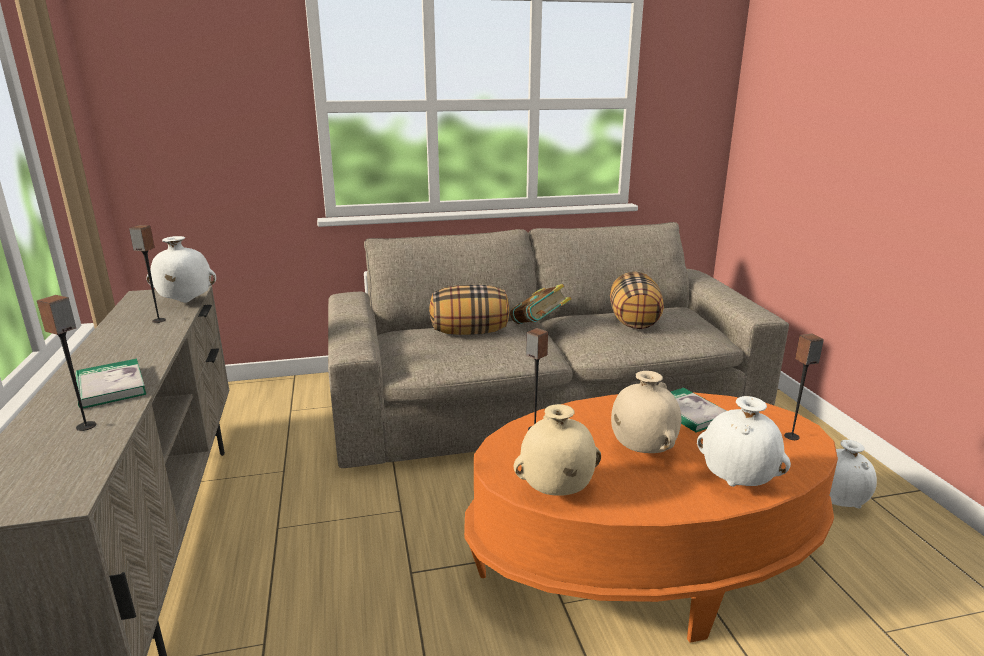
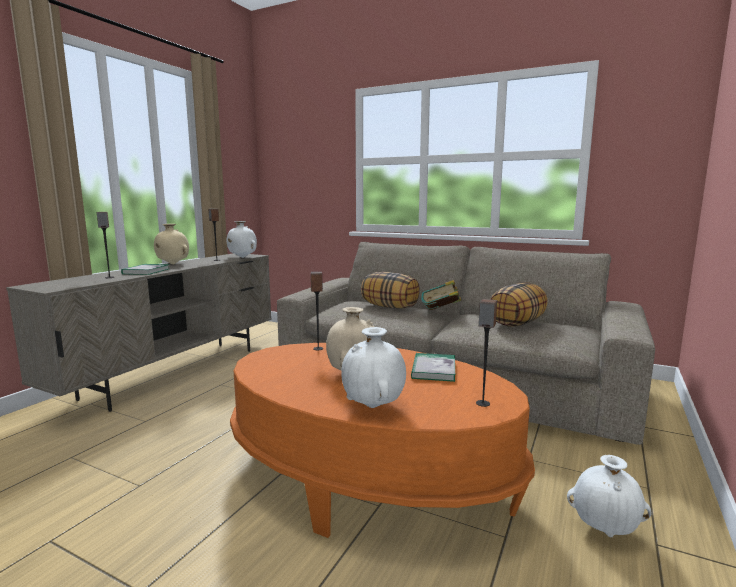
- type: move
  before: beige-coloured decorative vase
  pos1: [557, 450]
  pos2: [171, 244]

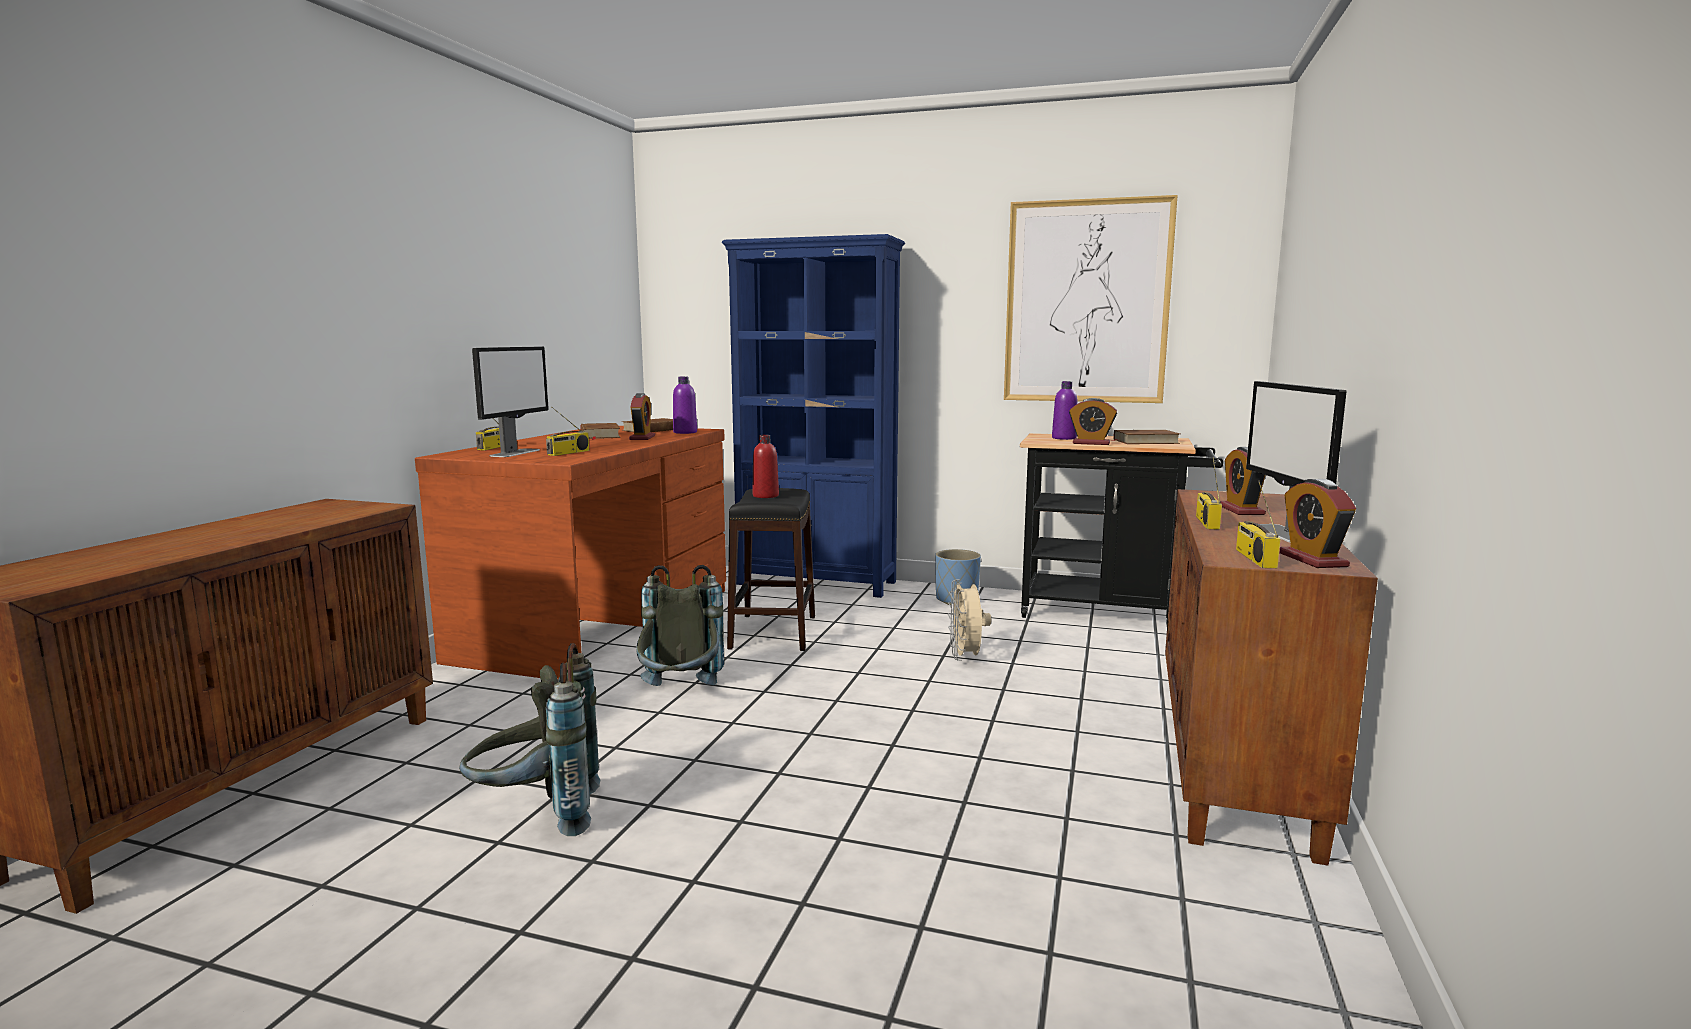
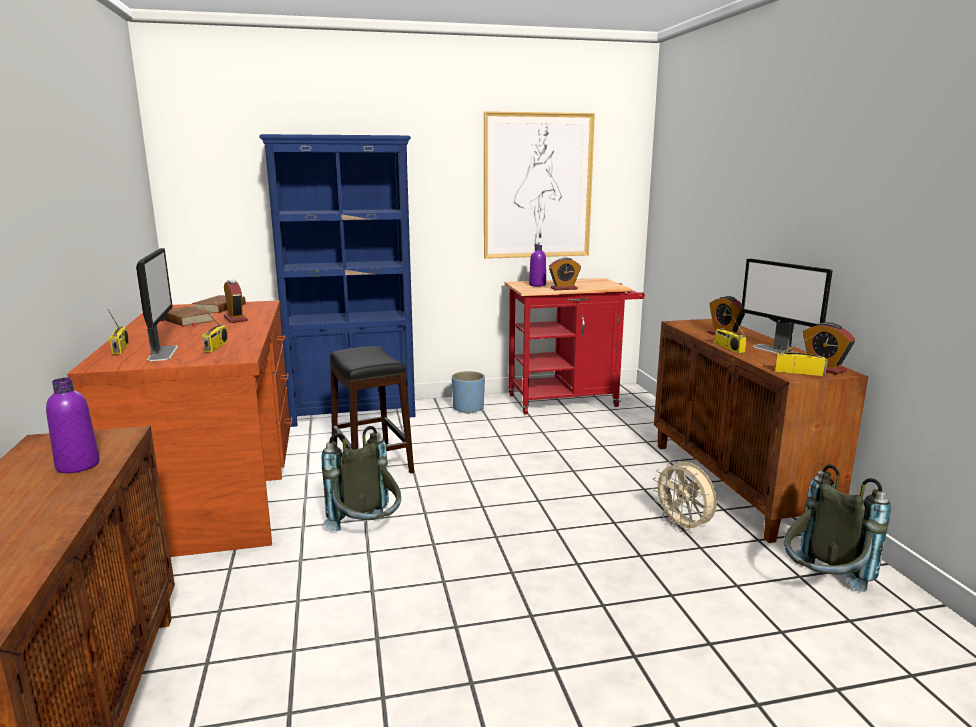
- type: move
  before: purple beverage bottle
  pos1: [685, 405]
  pos2: [73, 425]
- type: delete
  before: brownish bound book
  pos1: [1146, 437]
- type: recolor
  before: black trolley
  after: reddish trolley
  pos1: [1121, 528]
  pos2: [575, 346]
- type: delete
  before: reddish beverage bottle
  pos1: [766, 466]
- type: rotate
  before: radio receiver
  pos1: [1258, 524]
  pos2: [801, 354]
  turn: 135
- type: move
  before: beige-coloured cooling fan
  pos1: [969, 620]
  pos2: [684, 497]
- type: move
  before: greyish backpack
  pos1: [529, 739]
  pos2: [837, 528]

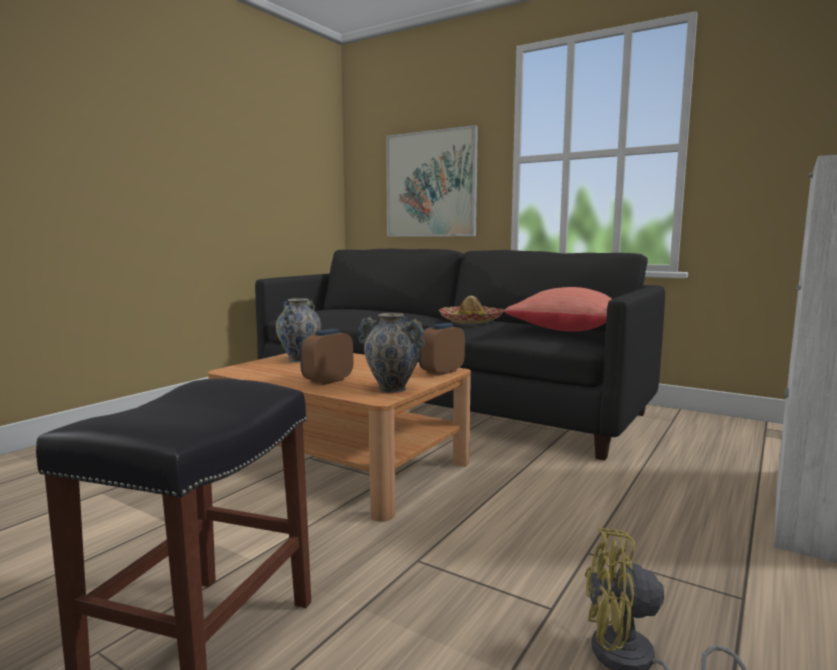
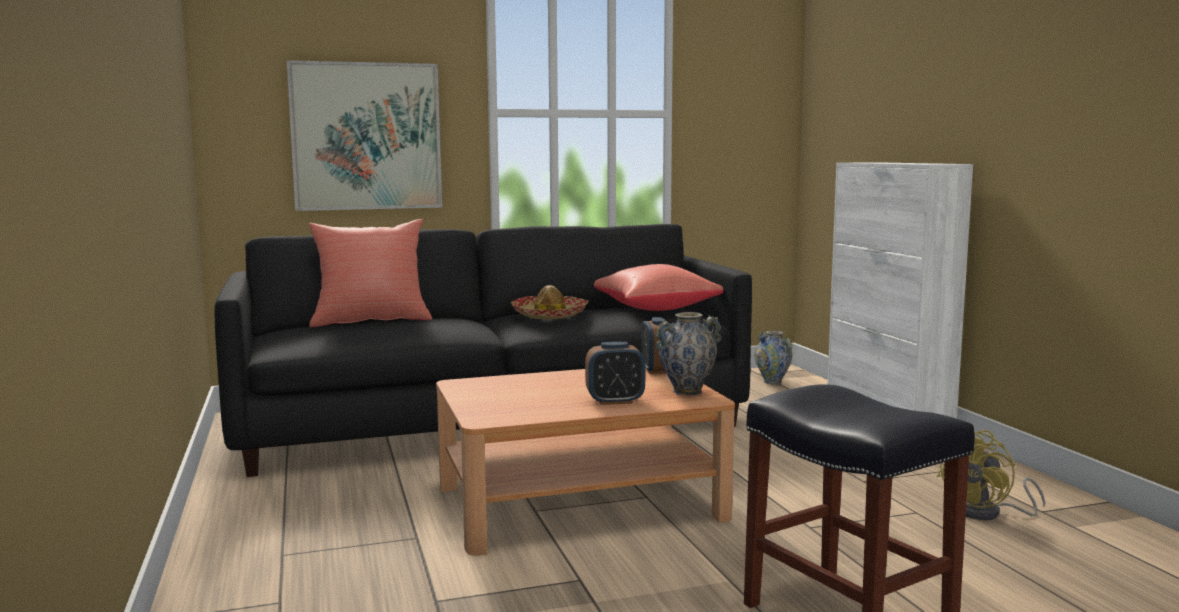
- type: move
  before: decorative vase
  pos1: [298, 330]
  pos2: [773, 357]
- type: rotate
  before: bedside clock
  pos1: [326, 357]
  pos2: [615, 373]
  turn: -90
- type: insert
  after: reddish pillow
  pos2: [370, 273]

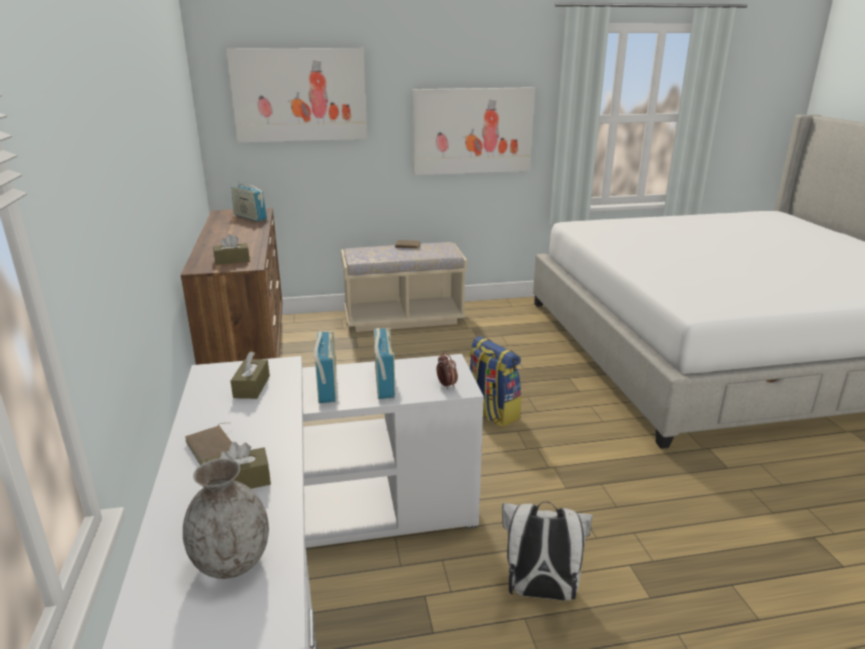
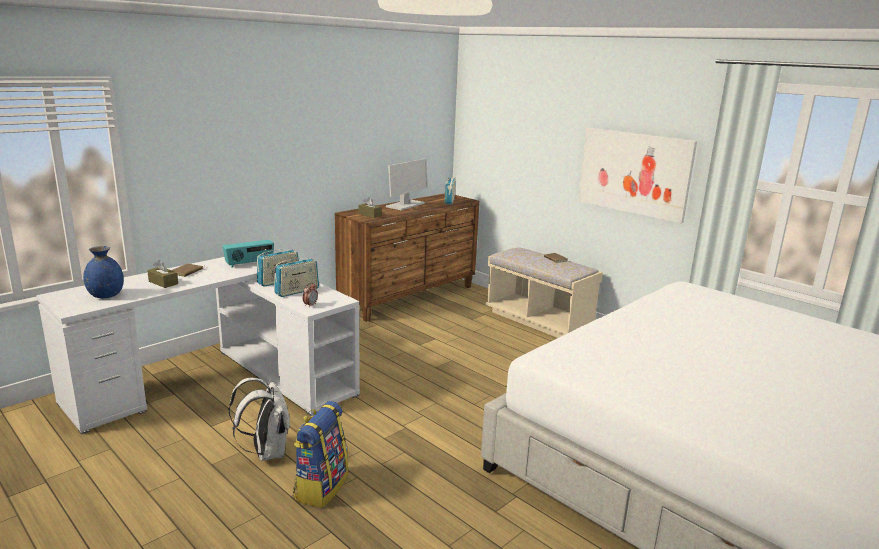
- type: delete
  before: wall picture
  pos1: [296, 95]
- type: move
  before: backpack
  pos1: [495, 381]
  pos2: [320, 454]
- type: replace
  before: brownish tissue holder
  after: radio receiver
  pos1: [250, 375]
  pos2: [248, 254]
- type: recolor
  before: greyish decorative vase
  after: blue-coloured decorative vase
  pos1: [226, 518]
  pos2: [103, 272]
- type: insert
  after: monitor
  pos2: [407, 184]

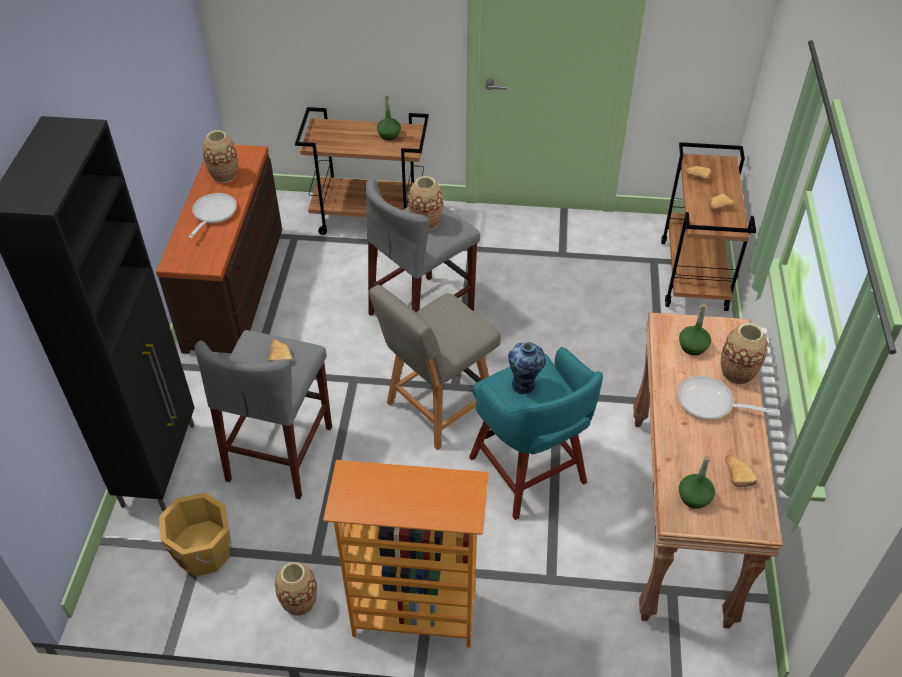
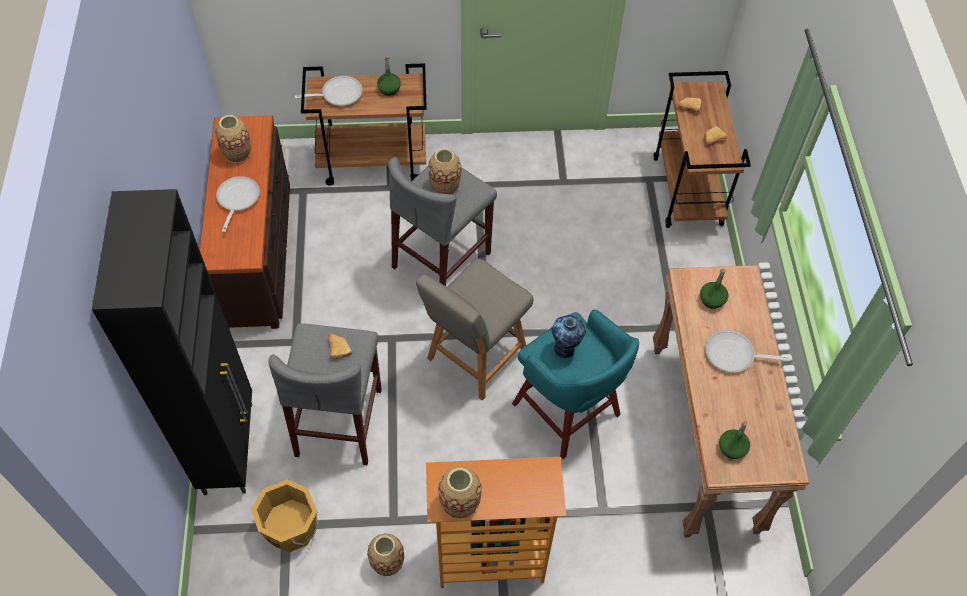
- type: move
  before: decorative vase
  pos1: [744, 354]
  pos2: [460, 493]
- type: delete
  before: baked bread
  pos1: [741, 471]
- type: insert
  after: frying pan
  pos2: [328, 91]

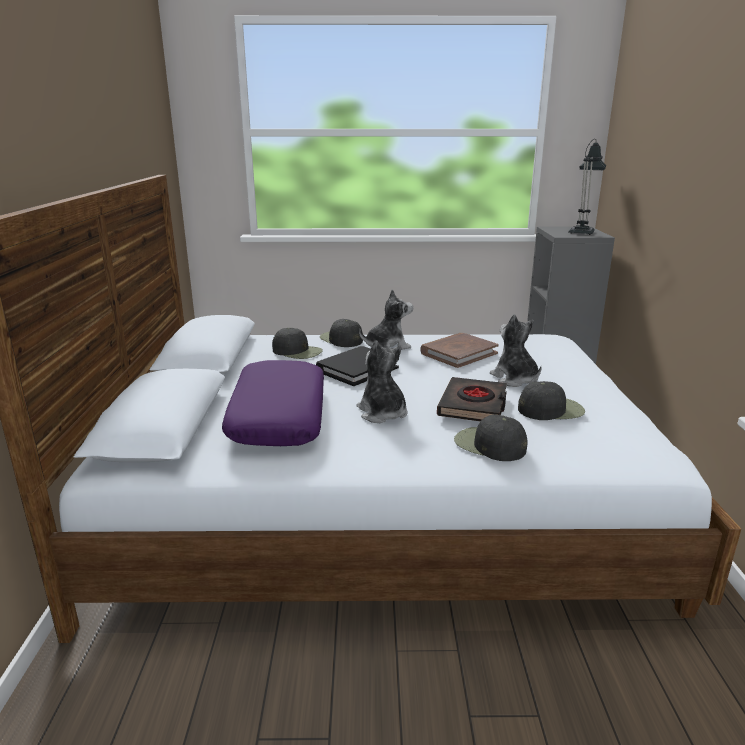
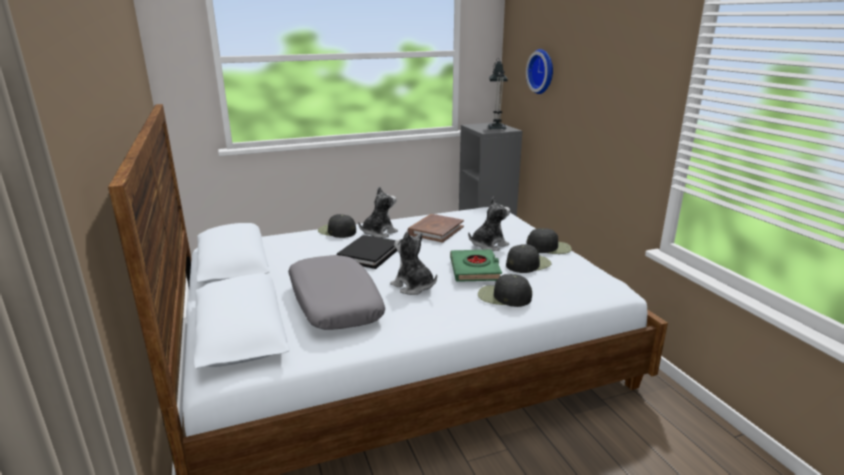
- type: rotate
  before: cuddly toy
  pos1: [516, 350]
  pos2: [489, 224]
  turn: 105
- type: move
  before: black baseball cap
  pos1: [297, 343]
  pos2: [549, 241]
- type: recolor
  before: purple pillow
  after: greyish pillow
  pos1: [273, 403]
  pos2: [336, 292]
- type: recolor
  before: black bound book
  after: green-coloured bound book
  pos1: [472, 399]
  pos2: [476, 265]
- type: insert
  after: wall clock
  pos2: [539, 71]

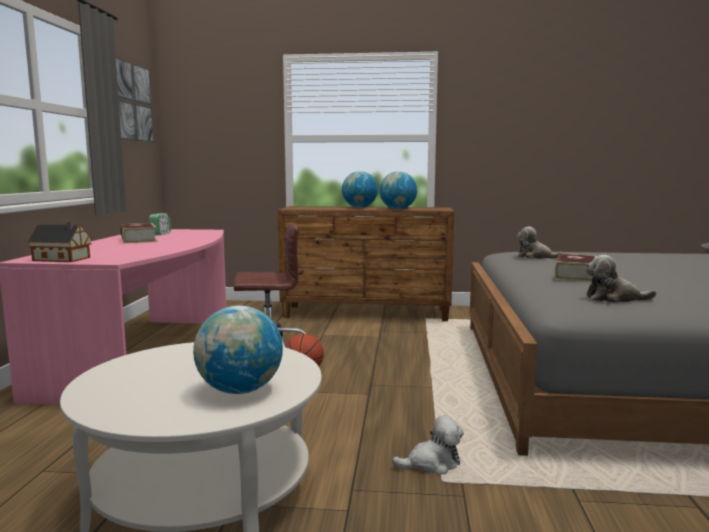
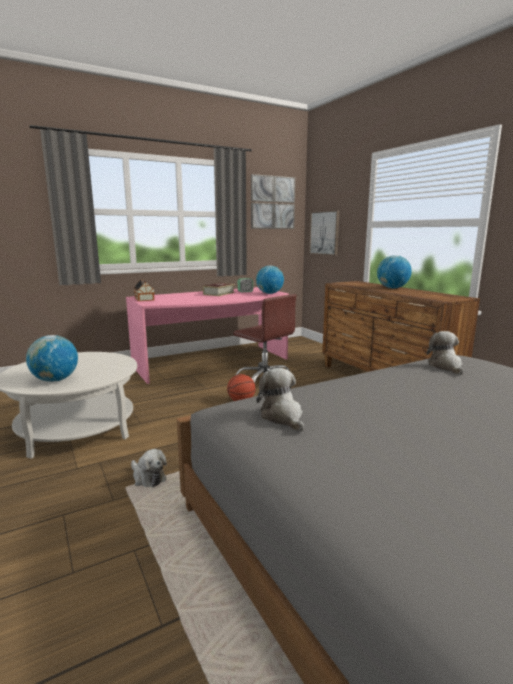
- type: move
  before: globe
  pos1: [398, 190]
  pos2: [270, 280]
- type: delete
  before: bound book
  pos1: [575, 268]
- type: insert
  after: wall picture
  pos2: [324, 233]

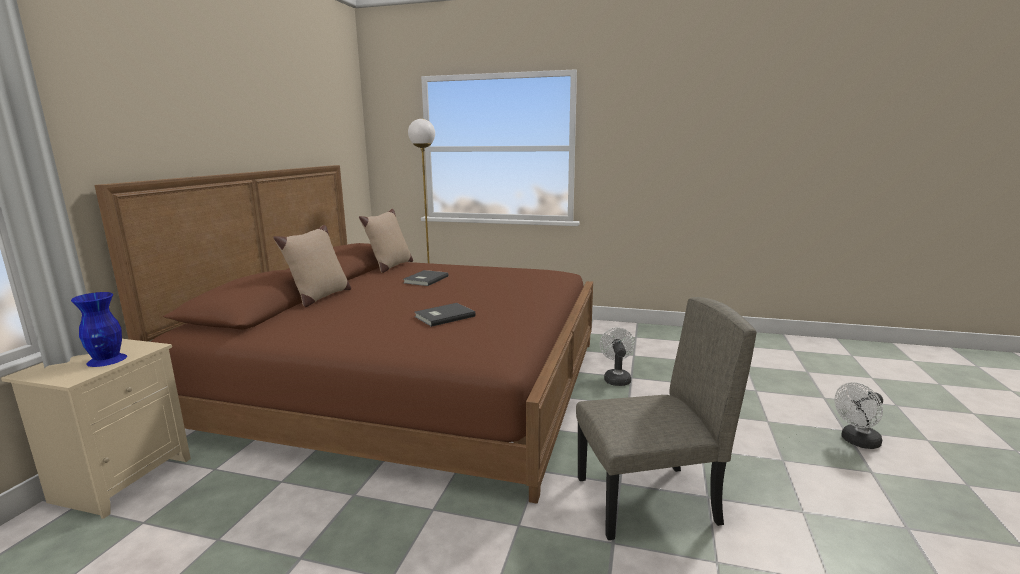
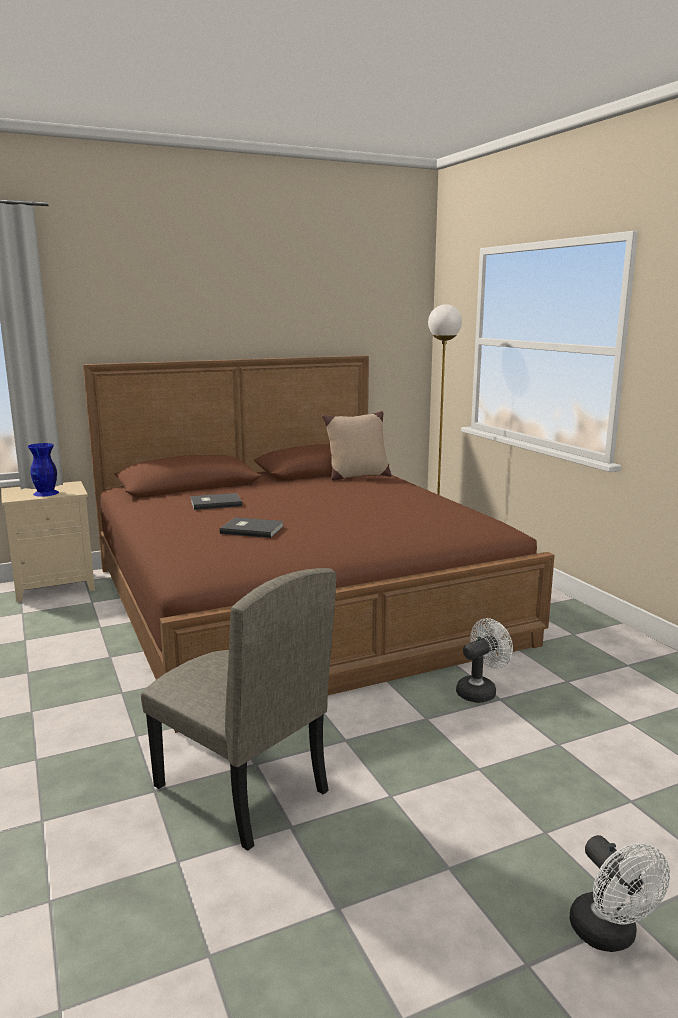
- type: delete
  before: beige-coloured pillow
  pos1: [312, 266]
- type: move
  before: greyish bound book
  pos1: [426, 278]
  pos2: [216, 501]
- type: rotate
  before: white cooling fan
  pos1: [859, 415]
  pos2: [620, 893]
  turn: -135

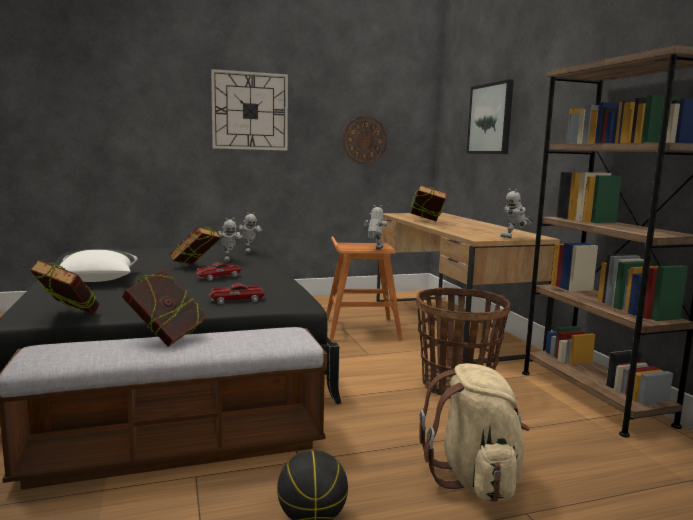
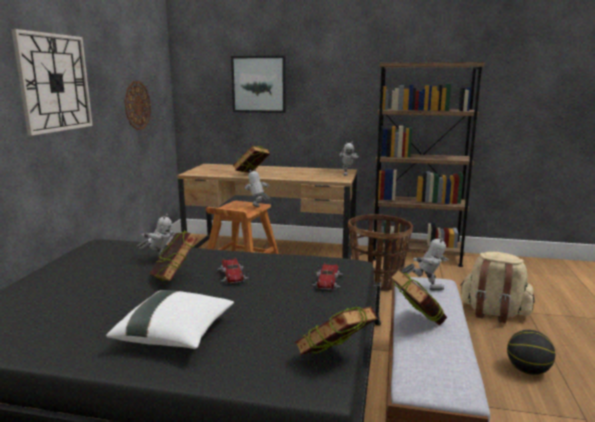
- type: move
  before: toy robot
  pos1: [250, 232]
  pos2: [425, 263]

